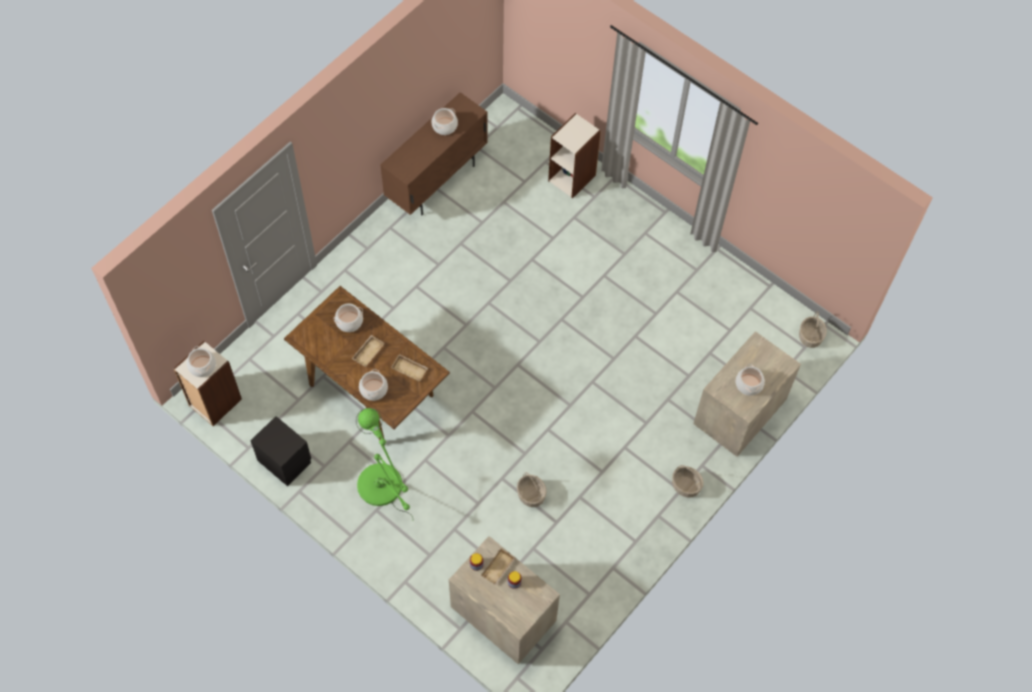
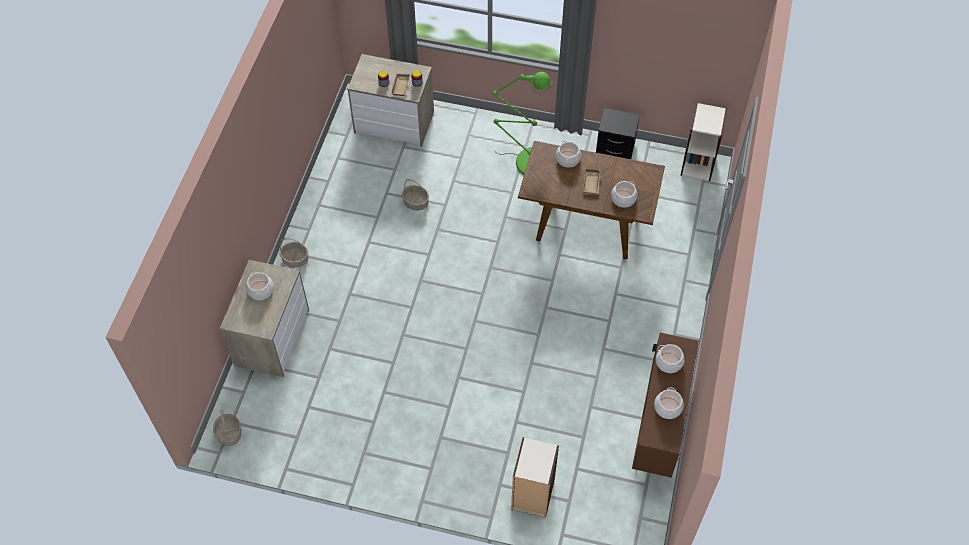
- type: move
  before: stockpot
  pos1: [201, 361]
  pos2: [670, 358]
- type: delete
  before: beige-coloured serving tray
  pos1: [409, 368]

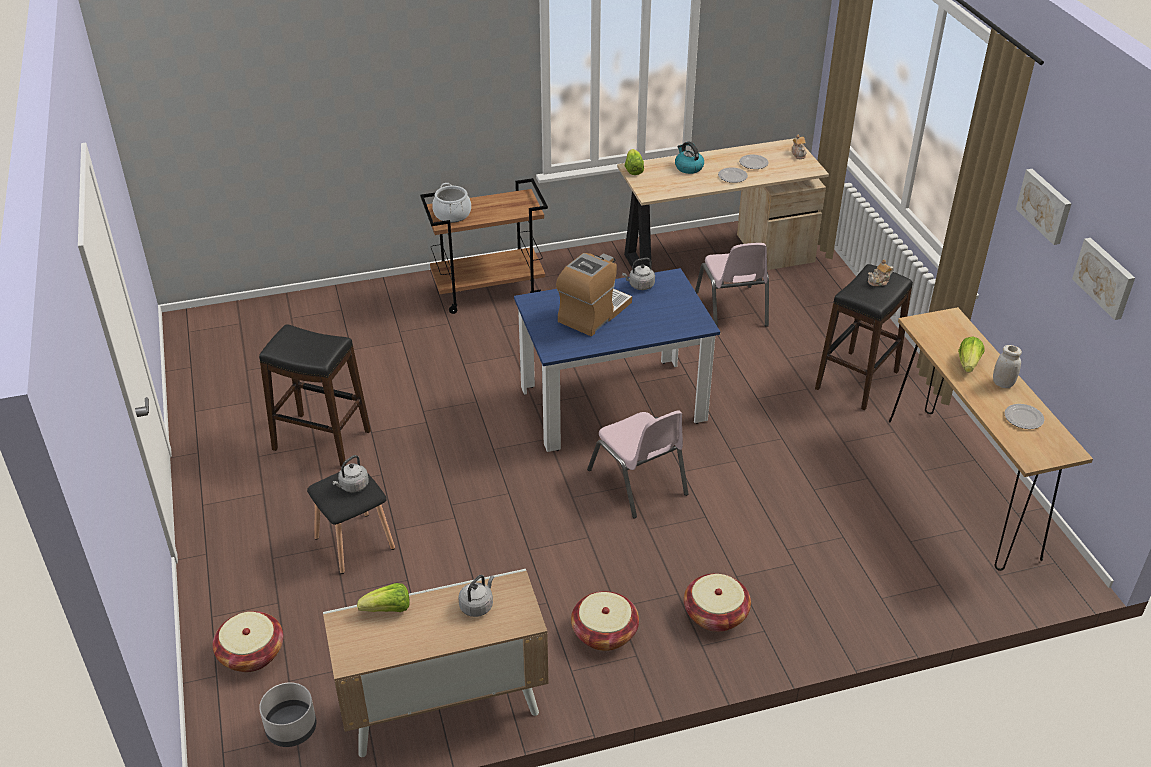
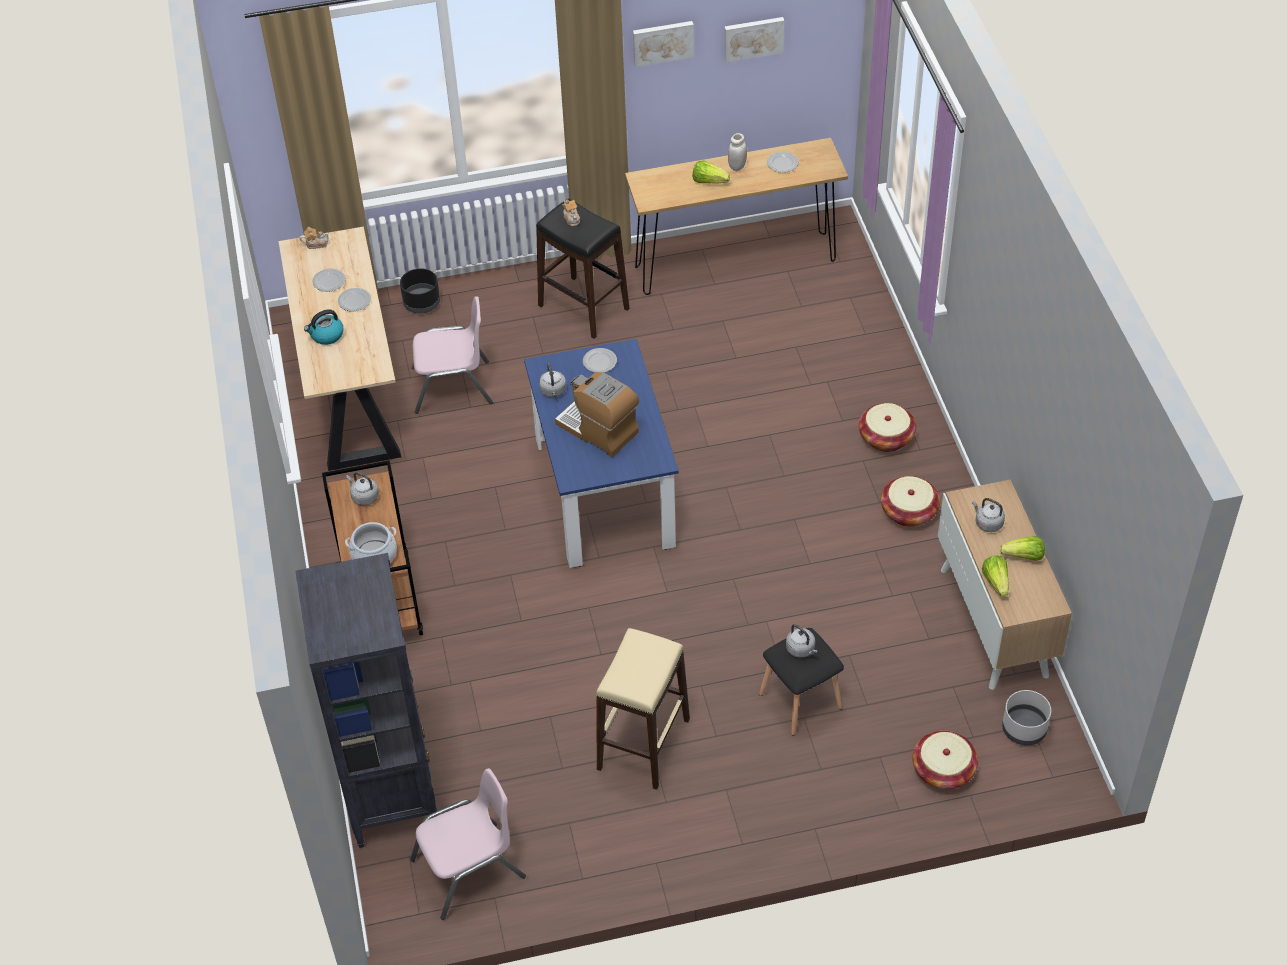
- type: move
  before: lettuce head
  pos1: [634, 162]
  pos2: [1022, 548]
- type: recolor
  before: black stool seat
  after: beige-coloured stool seat
  pos1: [315, 395]
  pos2: [643, 709]
- type: move
  before: pink chair
  pos1: [637, 464]
  pos2: [468, 844]
- type: insert
  after: black plant pot
  pos2: [420, 291]
- type: insert
  after: flat dish
  pos2: [600, 360]
- type: insert
  after: greyish water kettle
  pos2: [362, 488]
- type: insert
  after: black bookshelf
  pos2: [366, 700]

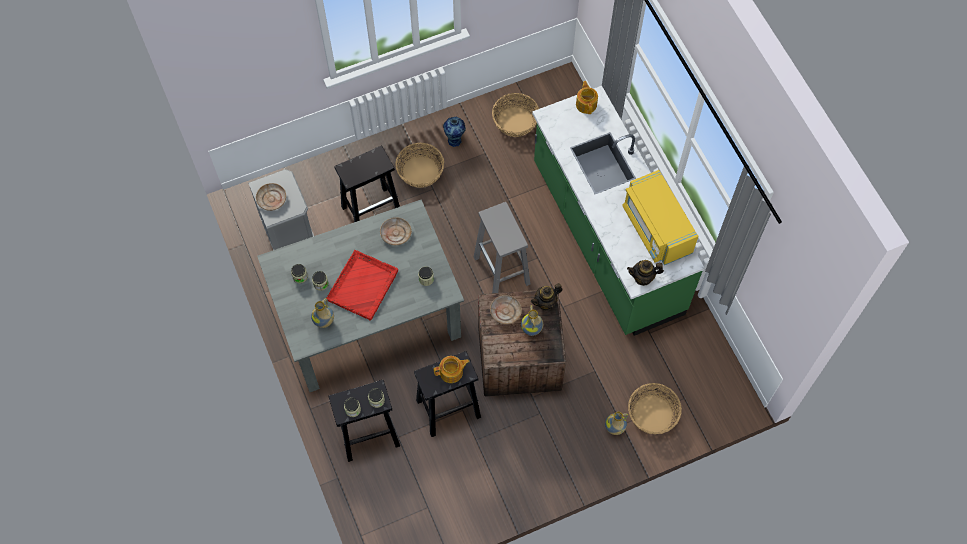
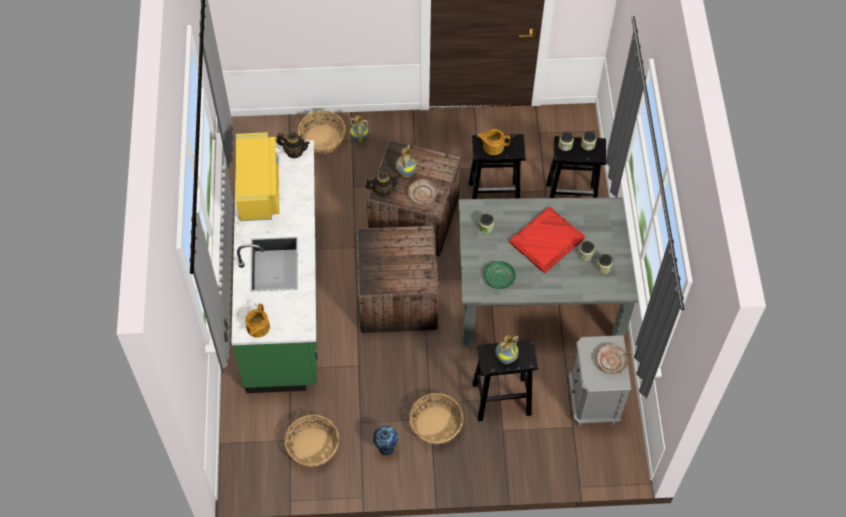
- type: replace
  before: greyish stool seat
  after: packing crate
  pos1: [502, 247]
  pos2: [397, 279]
- type: recolor
  before: beige-coloured flat dish
  after: green-coloured flat dish
  pos1: [396, 231]
  pos2: [500, 275]
- type: move
  before: decorative vase
  pos1: [322, 313]
  pos2: [507, 349]

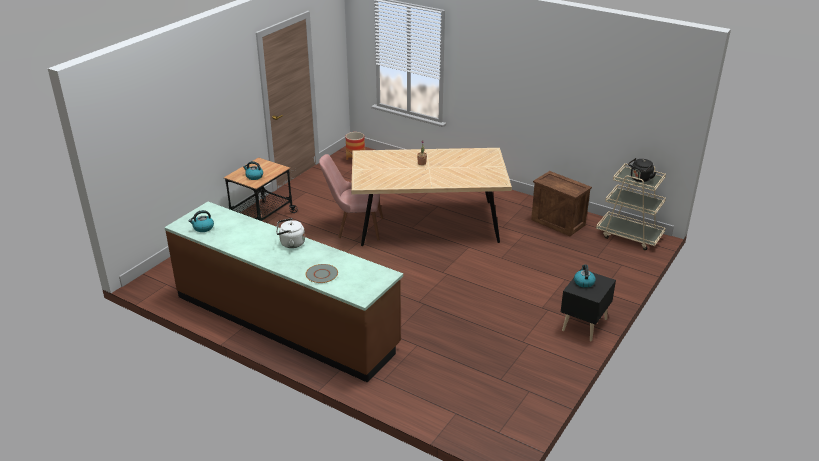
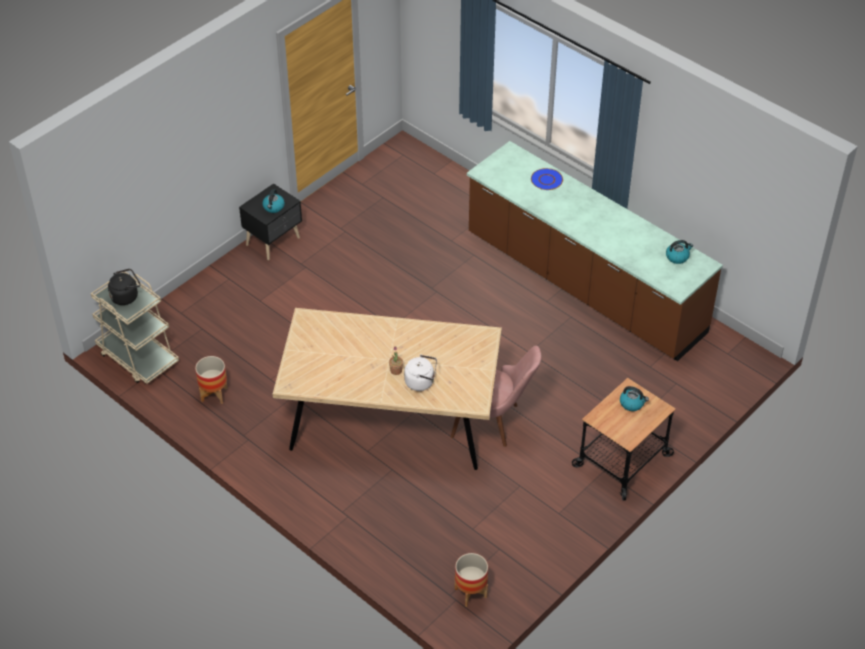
- type: replace
  before: packing crate
  after: plant pot
  pos1: [561, 203]
  pos2: [211, 380]
- type: move
  before: white water kettle
  pos1: [290, 233]
  pos2: [420, 372]
- type: recolor
  before: greyish flat dish
  after: blue-coloured flat dish
  pos1: [322, 273]
  pos2: [547, 179]

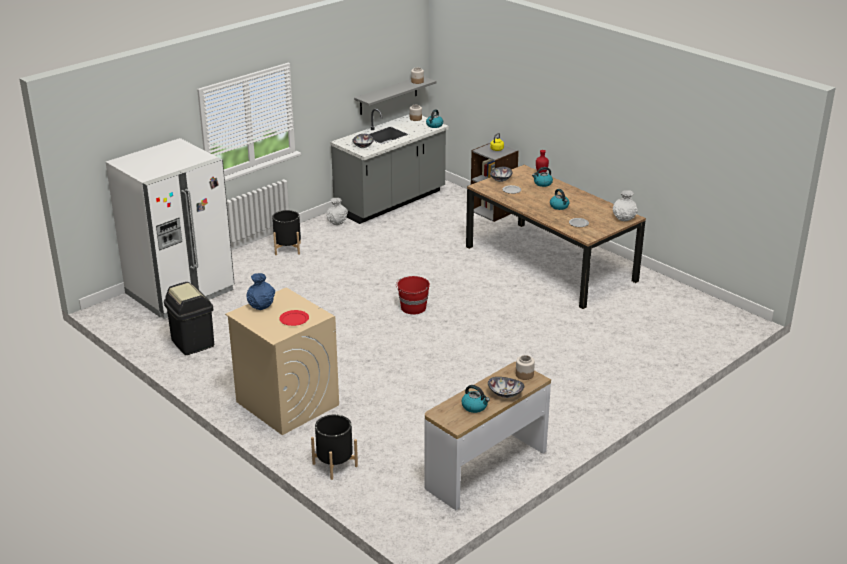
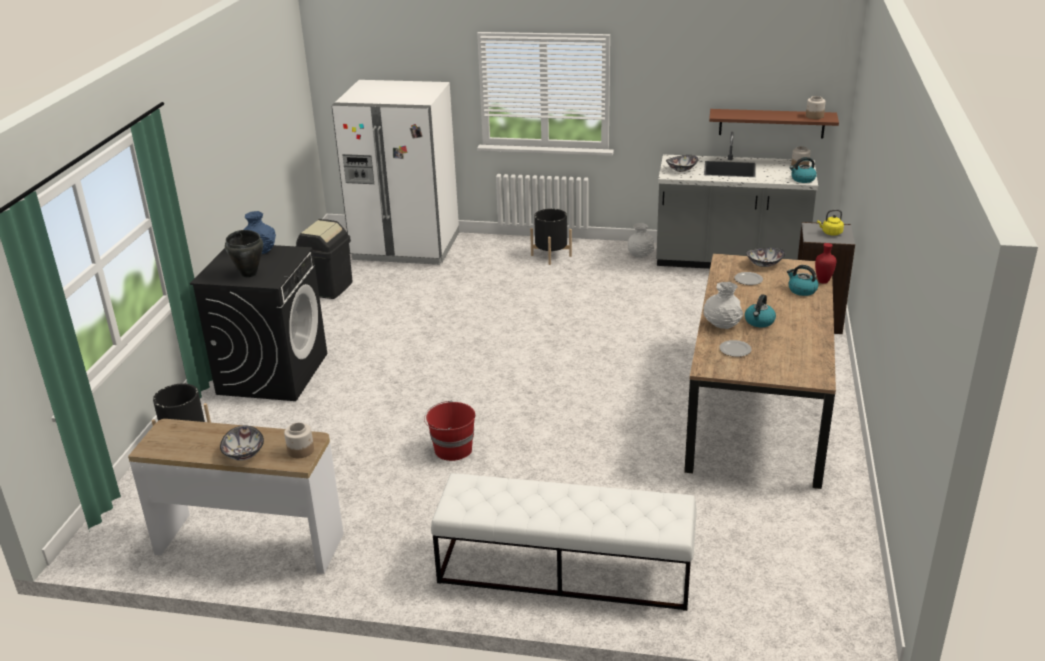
- type: recolor
  before: greyish bracket shelf
  after: brownish bracket shelf
  pos1: [395, 96]
  pos2: [774, 124]
- type: move
  before: white decorative vase
  pos1: [625, 205]
  pos2: [723, 305]
- type: move
  before: reddish water bucket
  pos1: [413, 295]
  pos2: [449, 430]
- type: recolor
  before: beige-coloured laundry machine
  after: black laundry machine
  pos1: [282, 361]
  pos2: [258, 323]
- type: replace
  before: reddish flat dish
  after: black stockpot
  pos1: [294, 318]
  pos2: [244, 253]
- type: delete
  before: water kettle
  pos1: [476, 399]
- type: insert
  after: white indoor bench
  pos2: [564, 542]

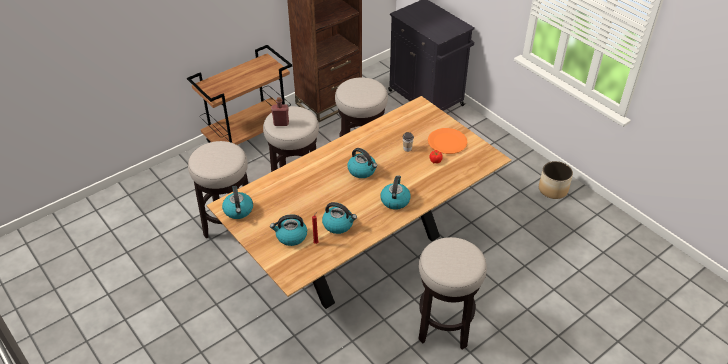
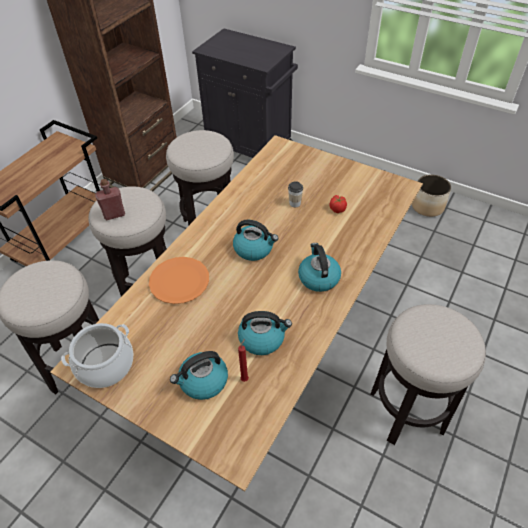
- type: move
  before: orange flat dish
  pos1: [447, 141]
  pos2: [179, 280]
- type: replace
  before: water kettle
  after: stockpot
  pos1: [237, 202]
  pos2: [97, 355]

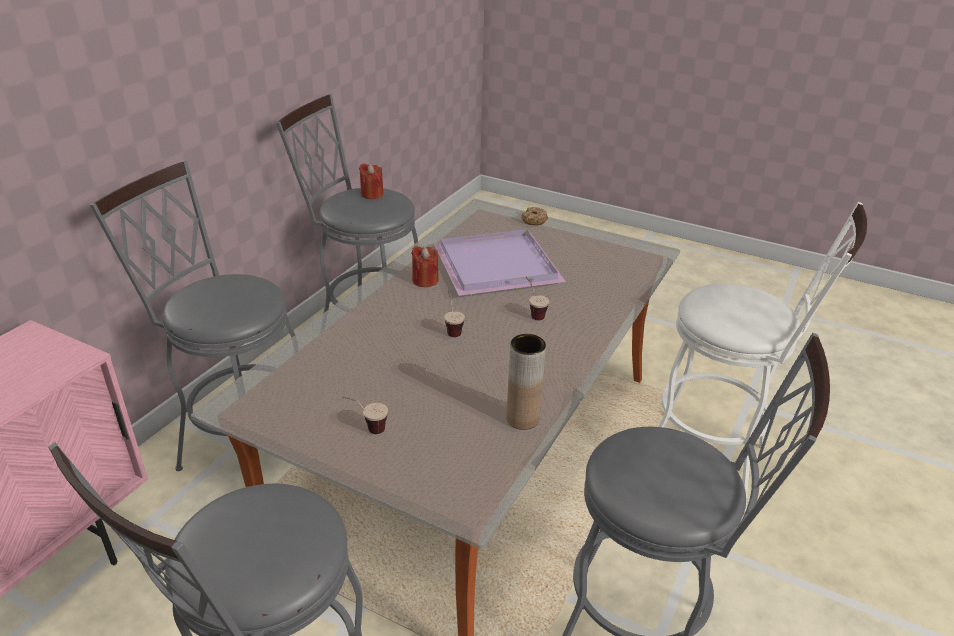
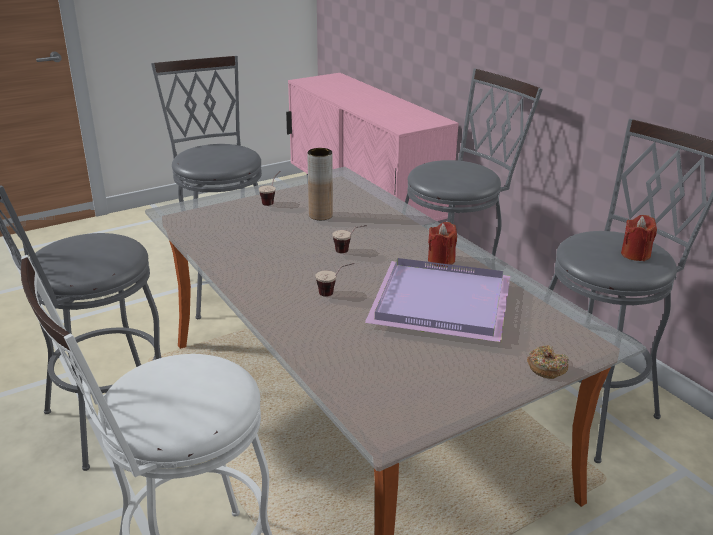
- type: move
  before: brownish decorative vase
  pos1: [526, 382]
  pos2: [320, 184]

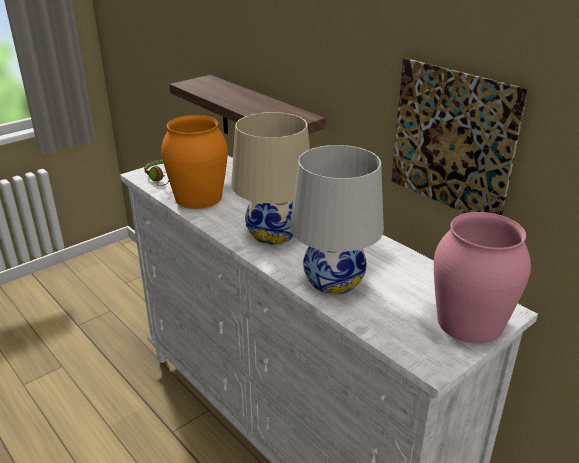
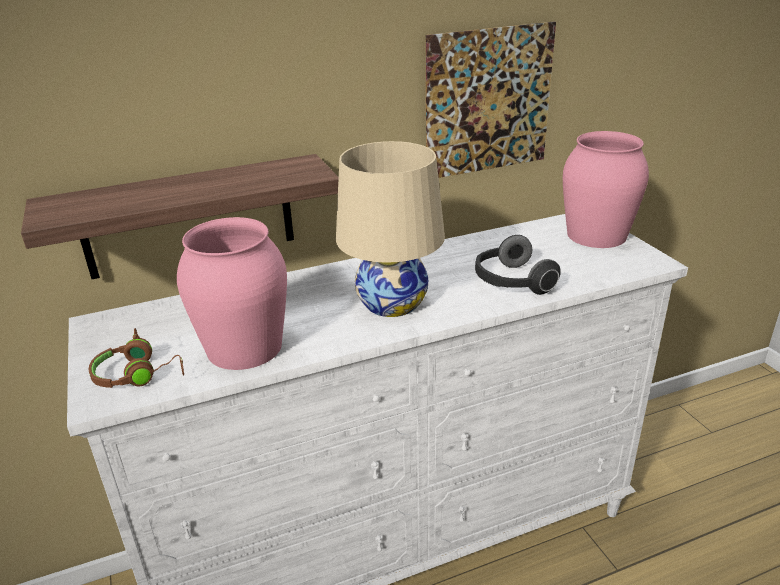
- type: recolor
  before: orange decorative vase
  after: pink decorative vase
  pos1: [194, 162]
  pos2: [232, 293]
- type: replace
  before: white lamp for a table
  after: pair of headphones
  pos1: [337, 220]
  pos2: [518, 265]

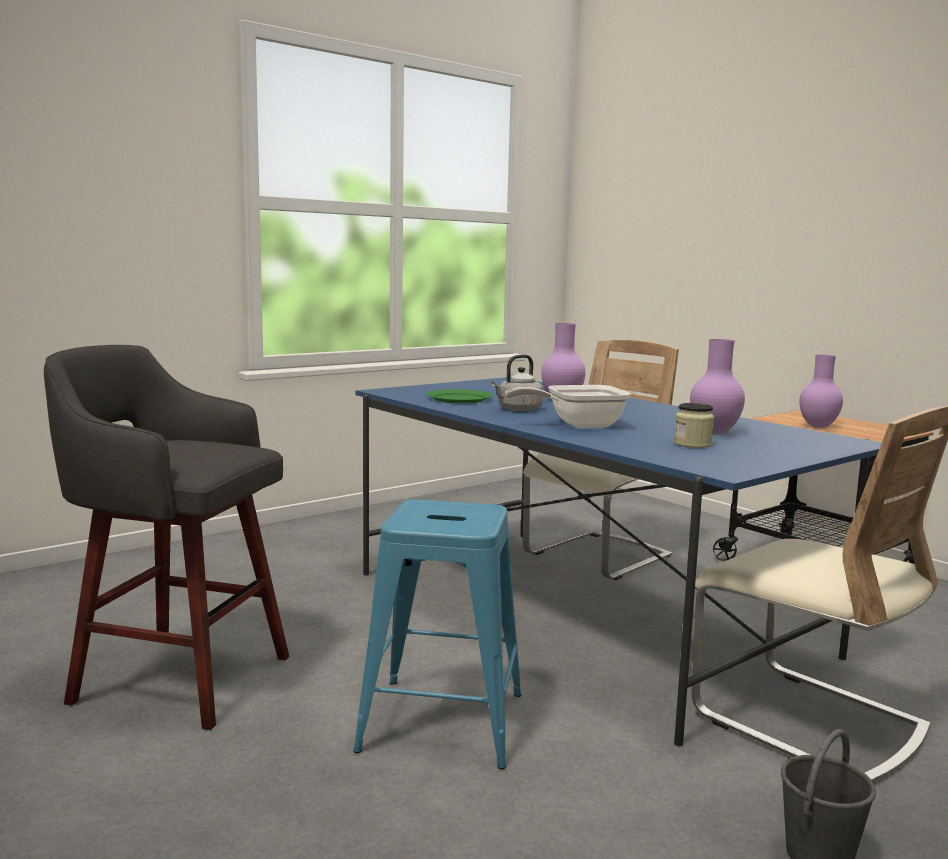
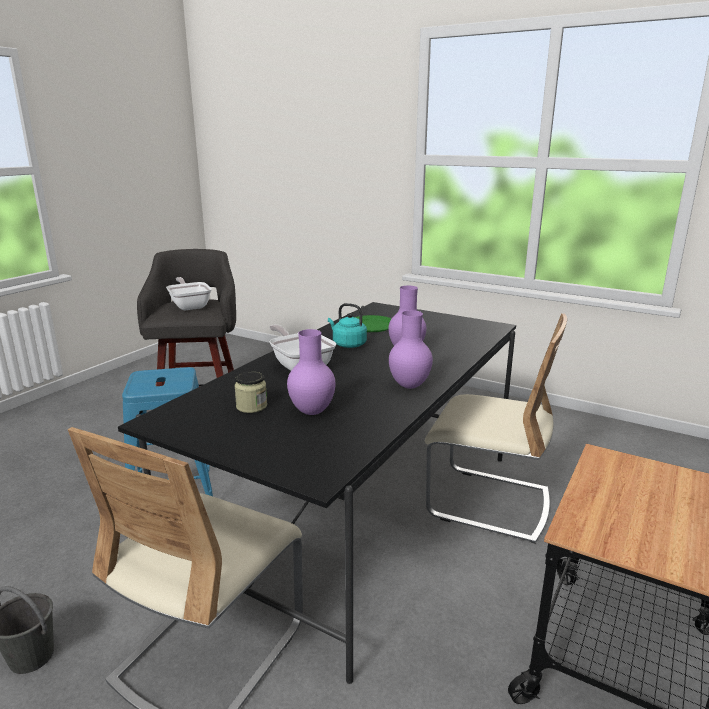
- type: recolor
  before: greyish water kettle
  after: blue-green water kettle
  pos1: [517, 382]
  pos2: [347, 325]
- type: move
  before: purple decorative vase
  pos1: [821, 391]
  pos2: [411, 349]
- type: recolor
  before: blue-coloured dining table
  after: black dining table
  pos1: [619, 561]
  pos2: [317, 493]
- type: insert
  after: frying pan
  pos2: [189, 293]

